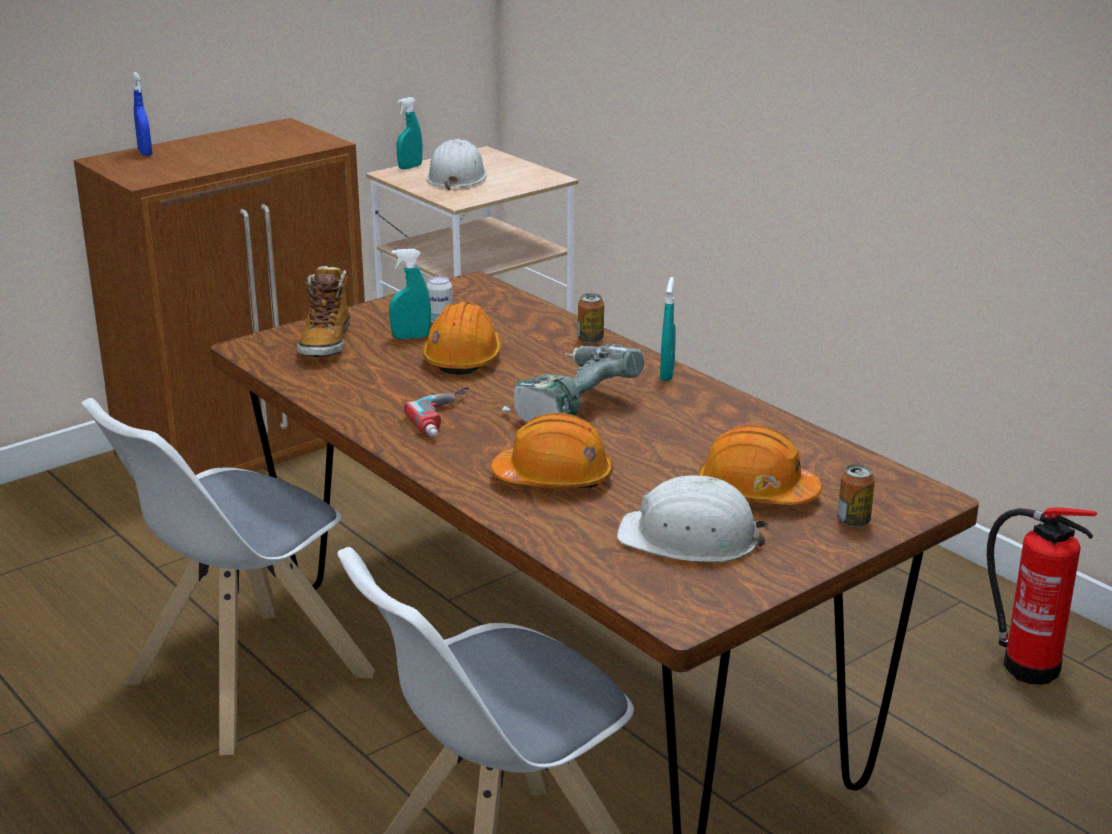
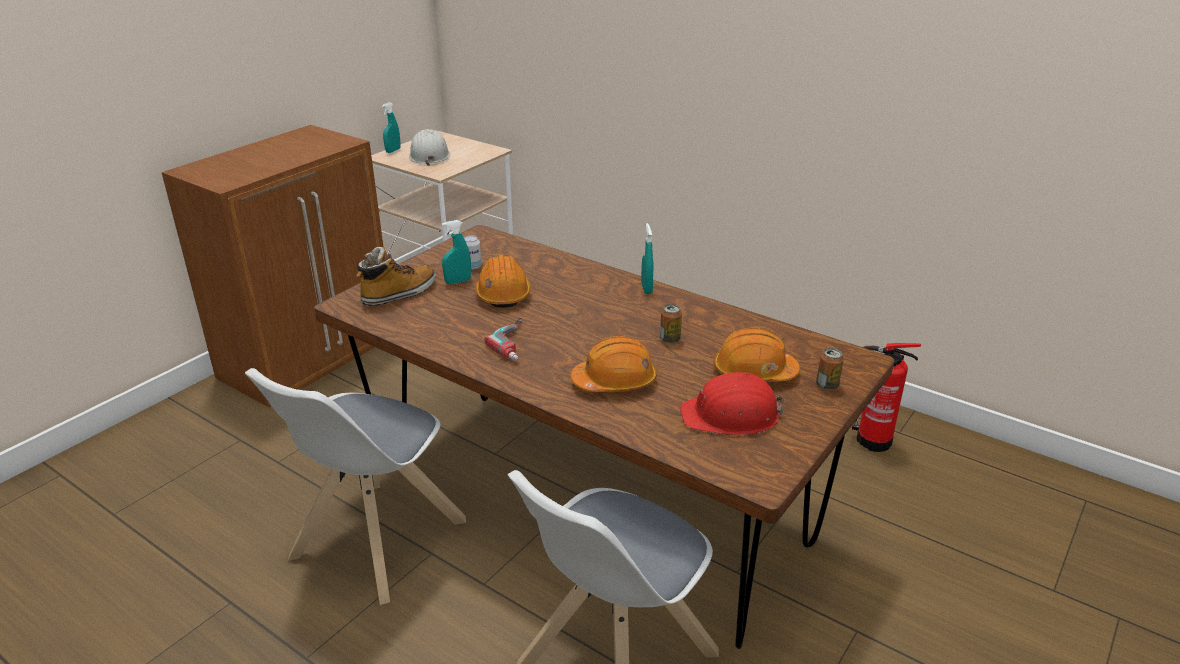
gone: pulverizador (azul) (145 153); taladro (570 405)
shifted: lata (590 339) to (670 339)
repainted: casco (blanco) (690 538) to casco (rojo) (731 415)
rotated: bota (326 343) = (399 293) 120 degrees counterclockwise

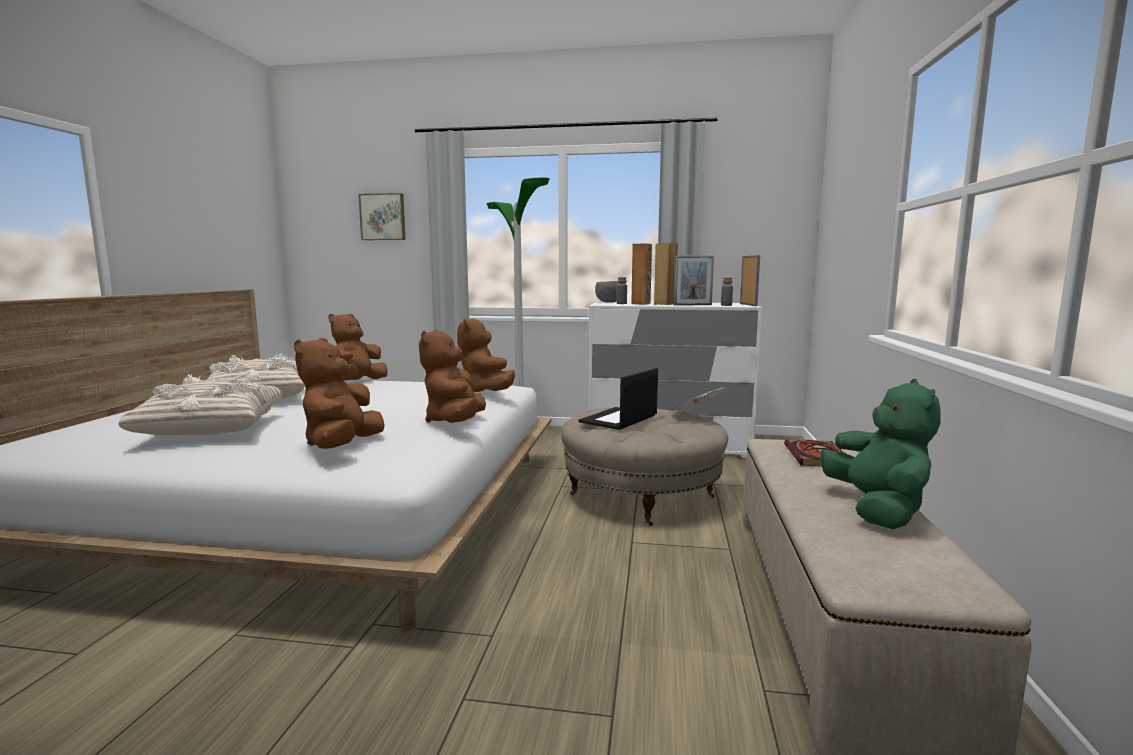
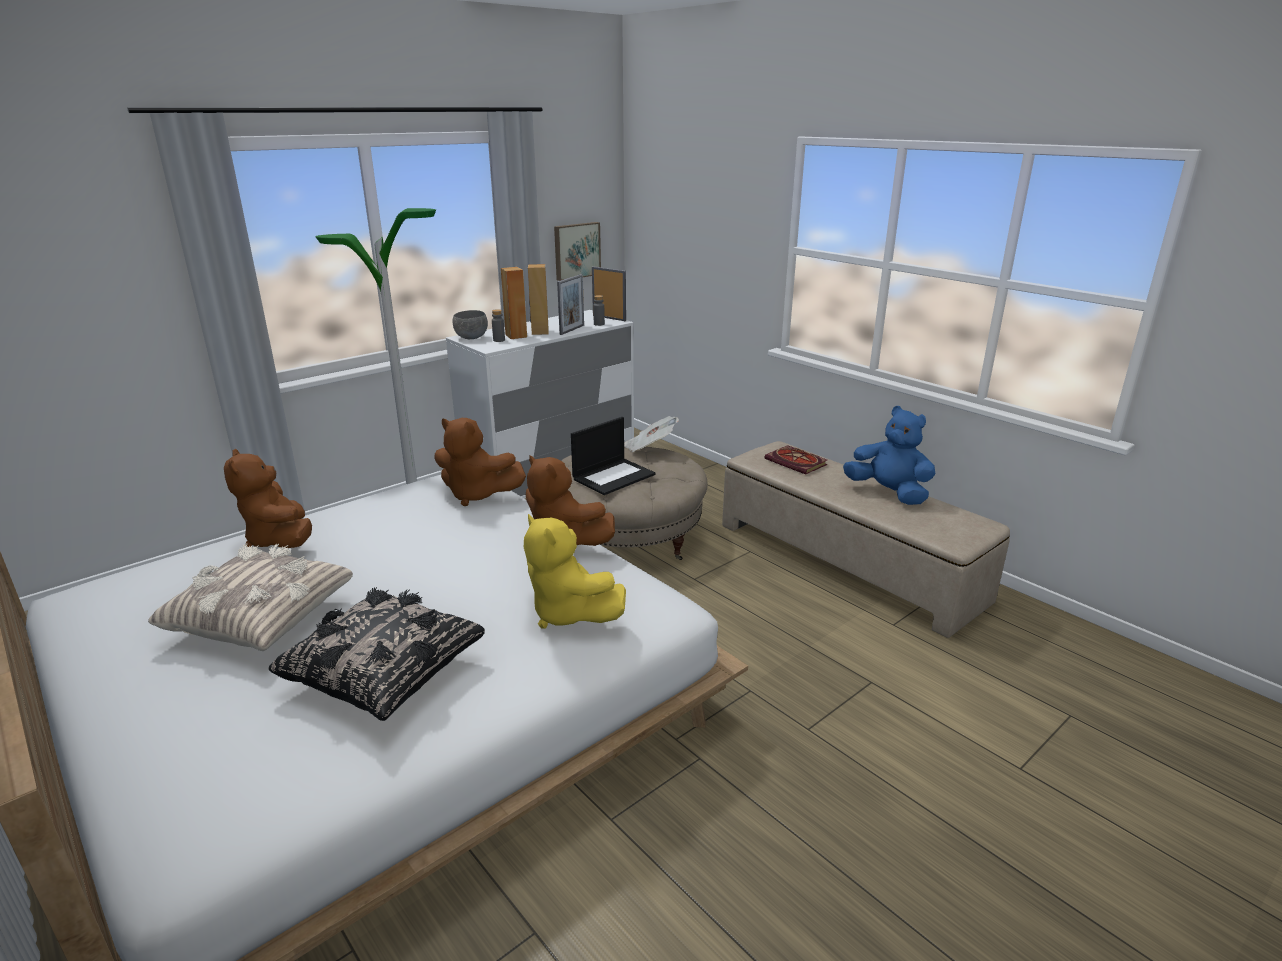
shifted: cuadro (383 217) to (576 250)
repainted: cojín (beis) (211 431) to cojín (negro) (384 675); peluche (marrón) (342 446) to peluche (amarillo) (568 613); peluche (verde) (877 510) to peluche (azul) (888 493)
rotated: portátil (619 419) = (614 476) 120 degrees counterclockwise

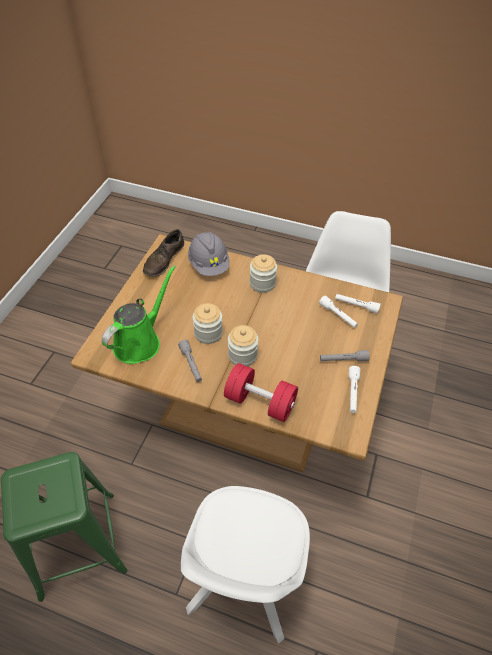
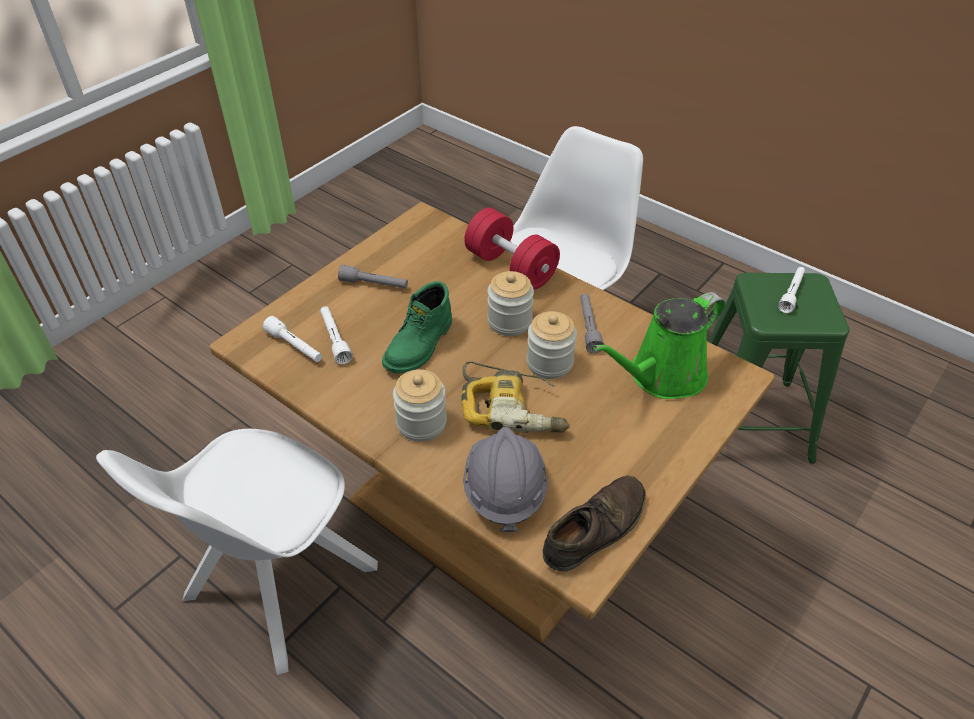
new: bota (verde) (420 346); taladro (513 407)
shifted: linterna (blanco) (352 392) to (791 293)

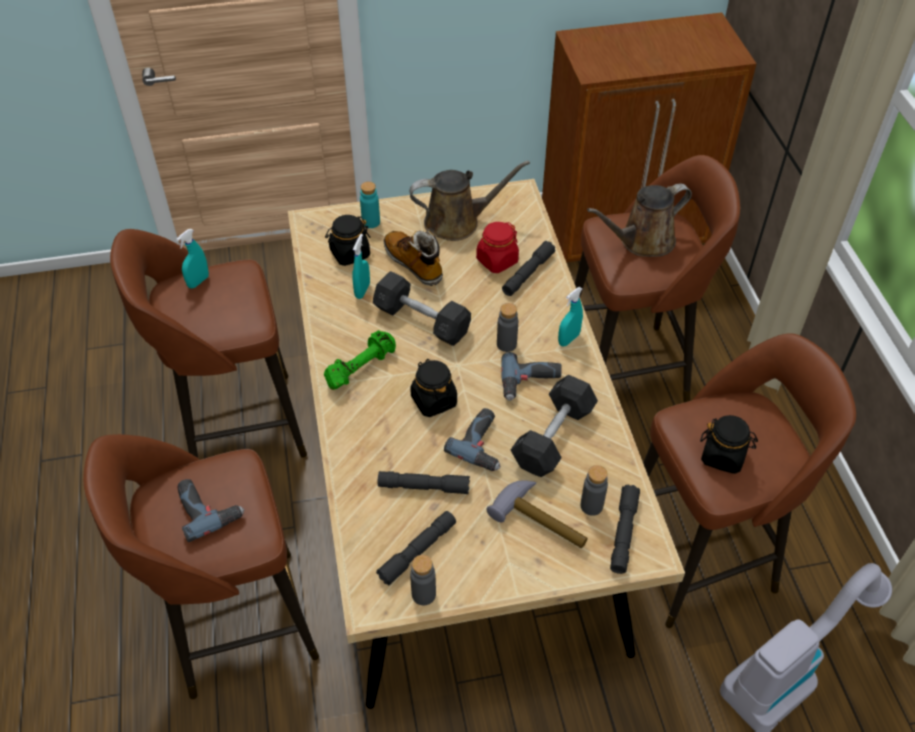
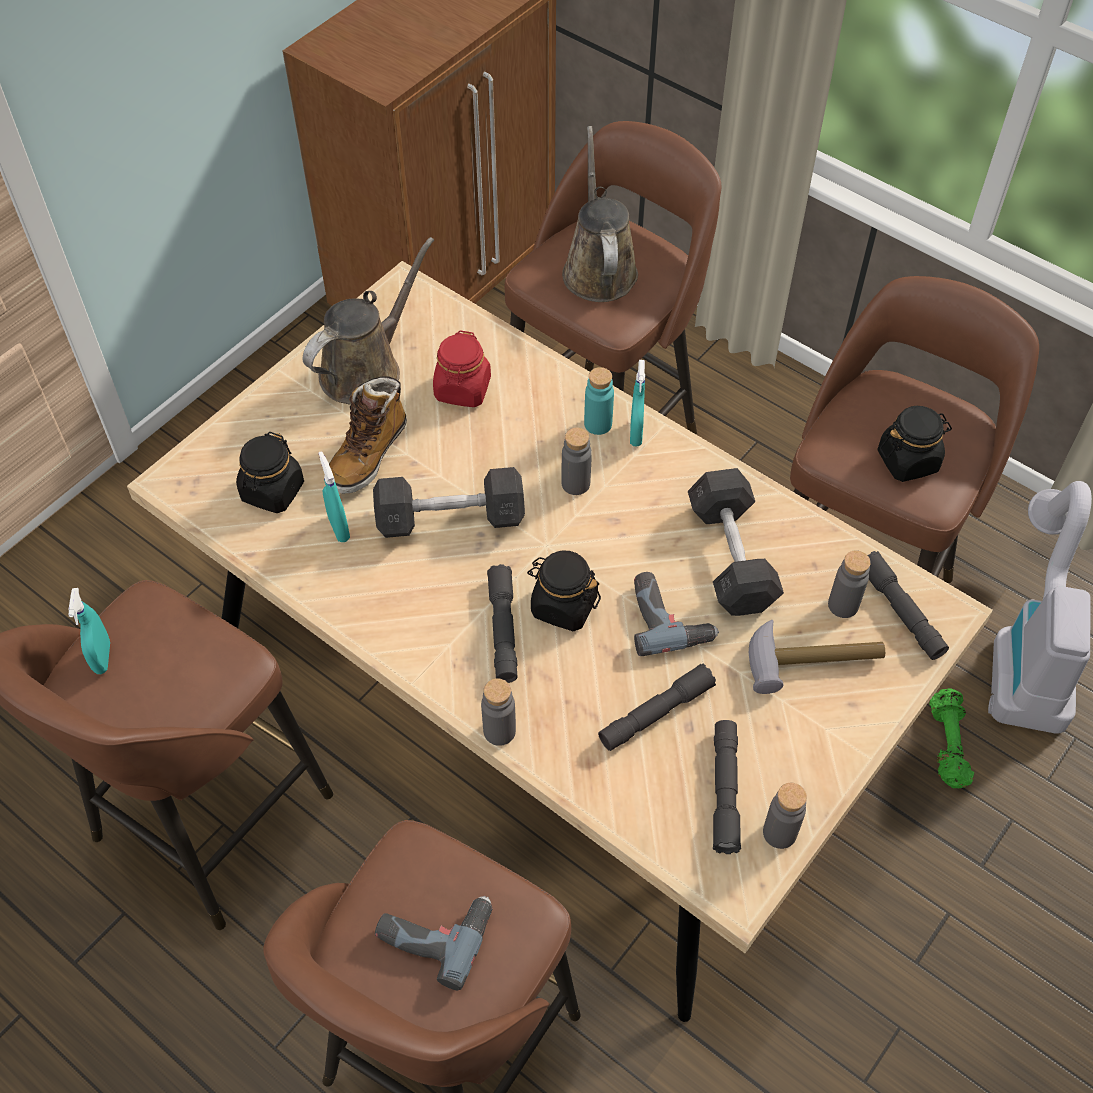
gone: taladro (530 383)
new: botella (gris) (499 731)
shifted: mancuerna (verde) (360 368) to (946 744); botella (turquesa) (371 222) to (598 424); linterna (gris) (528 274) to (503 629)
rotated: bota (414 264) = (368 454) 75 degrees counterclockwise; regadera (marrón) (642 241) = (598 268) 150 degrees clockwise

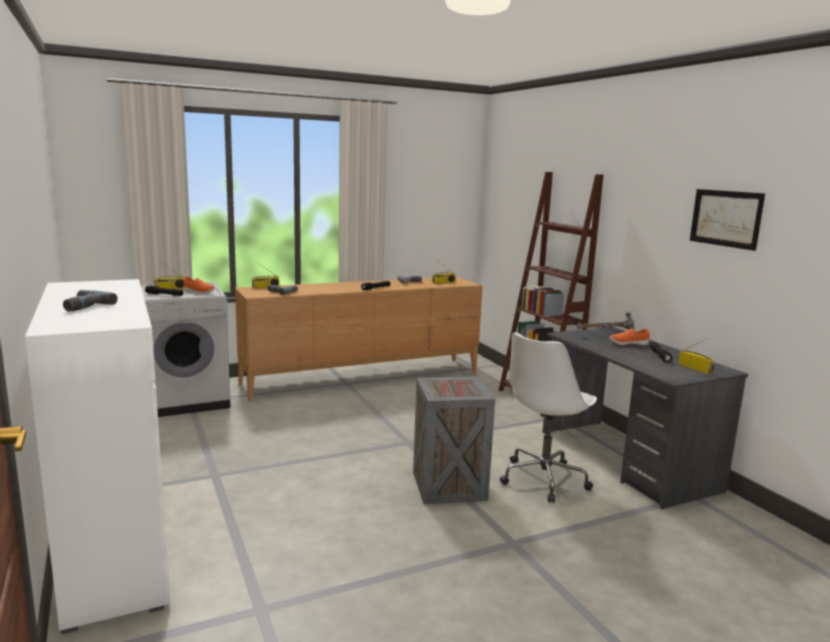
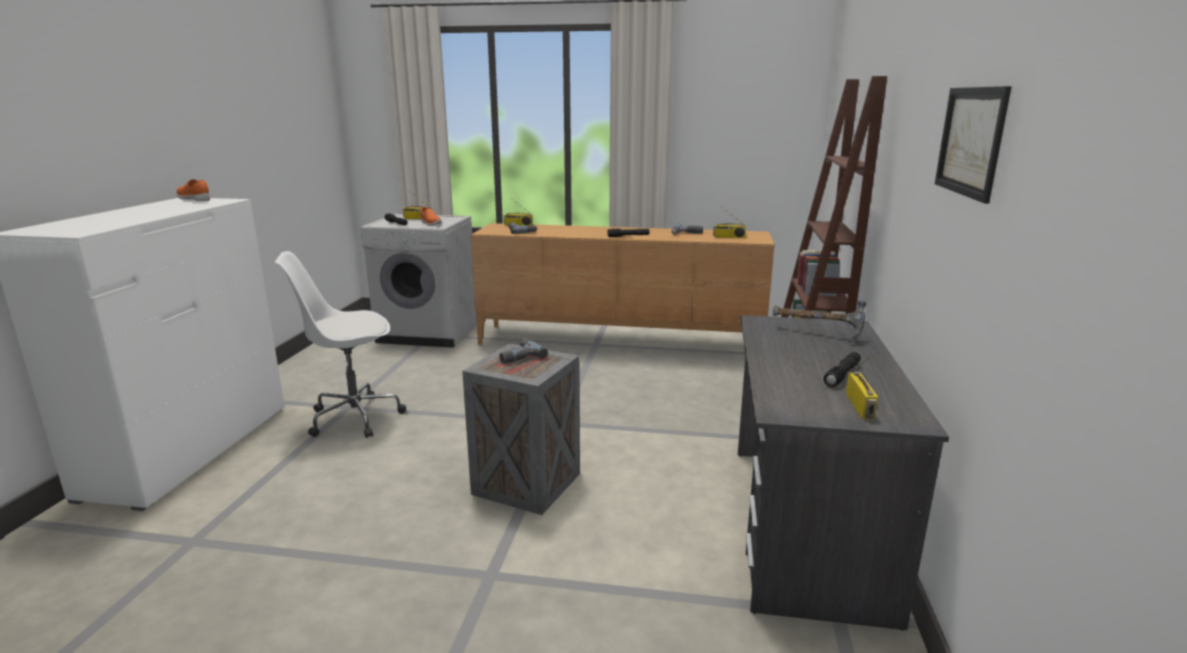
shifted: taladro (81 306) to (518 356); silla de oficina (blanco) (542 481) to (352 418); zapato (naranja) (628 344) to (195 200)

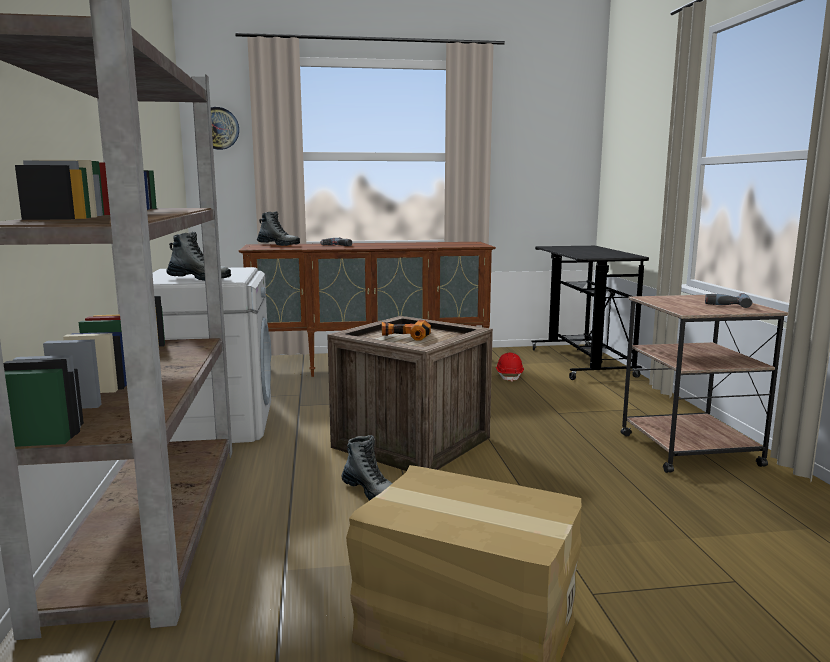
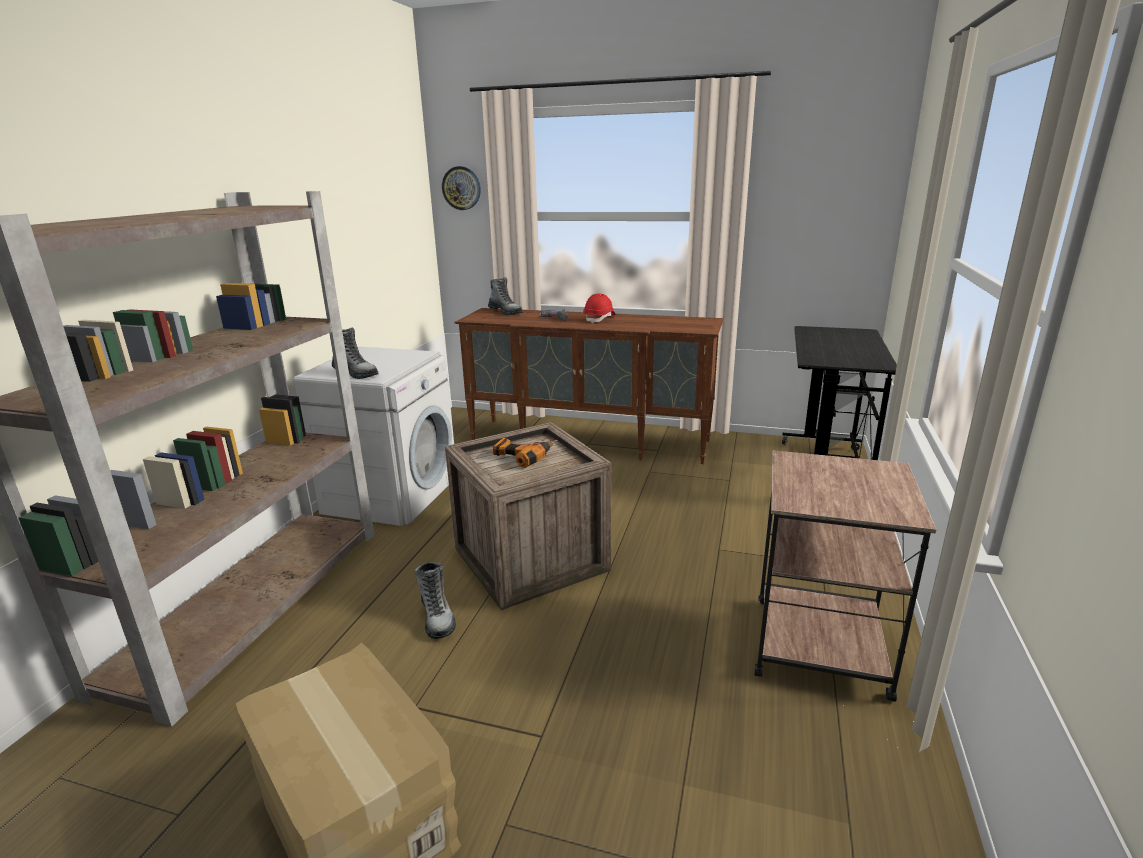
gone: taladro (727 304)
shifted: casco (rojo) (509 376) to (599 319)

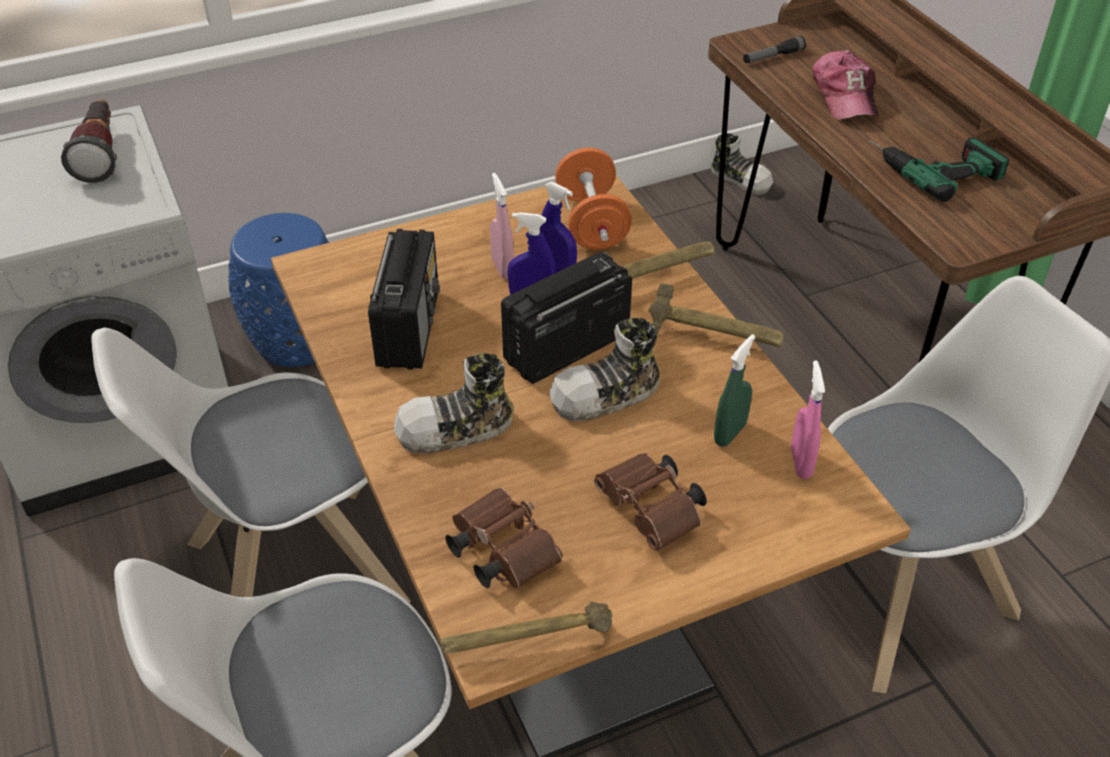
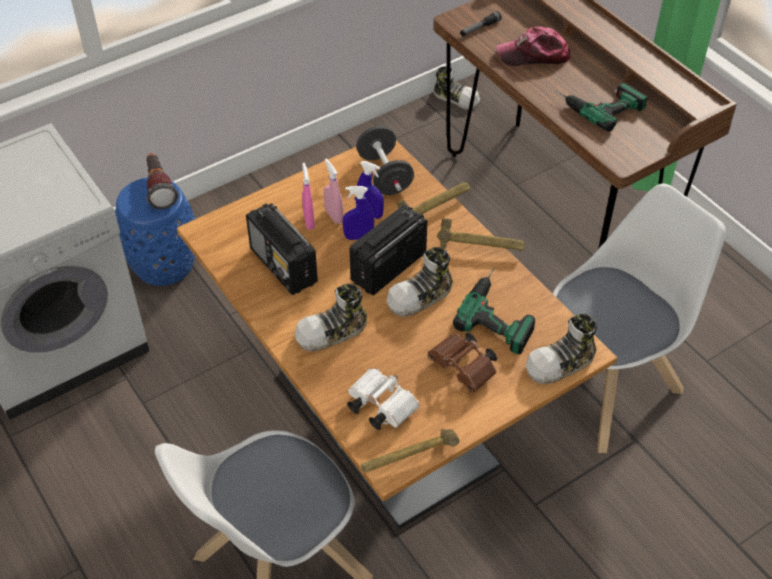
gone: silla (288 575)
new: zapato (561 363)
shifted: linterna (101 155) to (159 188); pulverizador (rosa) (800 463) to (309 221)
swapped: pulverizador (verde) (730 433) to taladro (501 312)
repainted: prismáticos (marrón) (499 551) to prismáticos (blanco) (379 406); mancuerna (naranja) (592 223) to mancuerna (negro) (384 175)
rotated: radio (409 327) = (283 266) 150 degrees clockwise; gorra (845 96) = (533 55) 105 degrees clockwise

